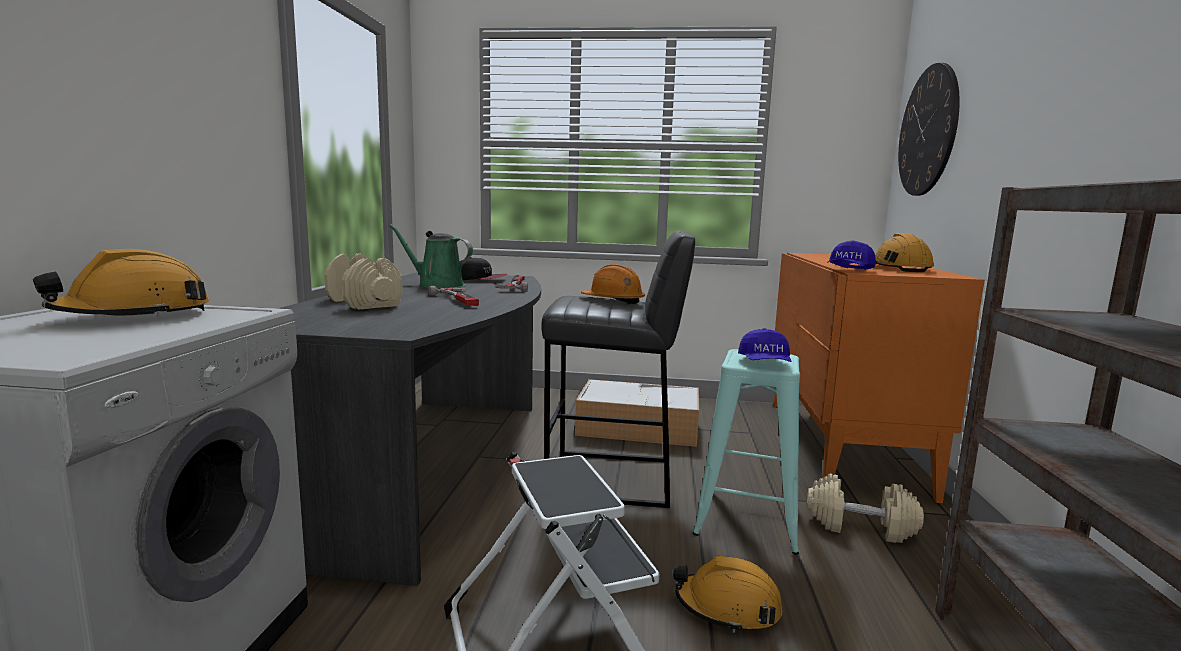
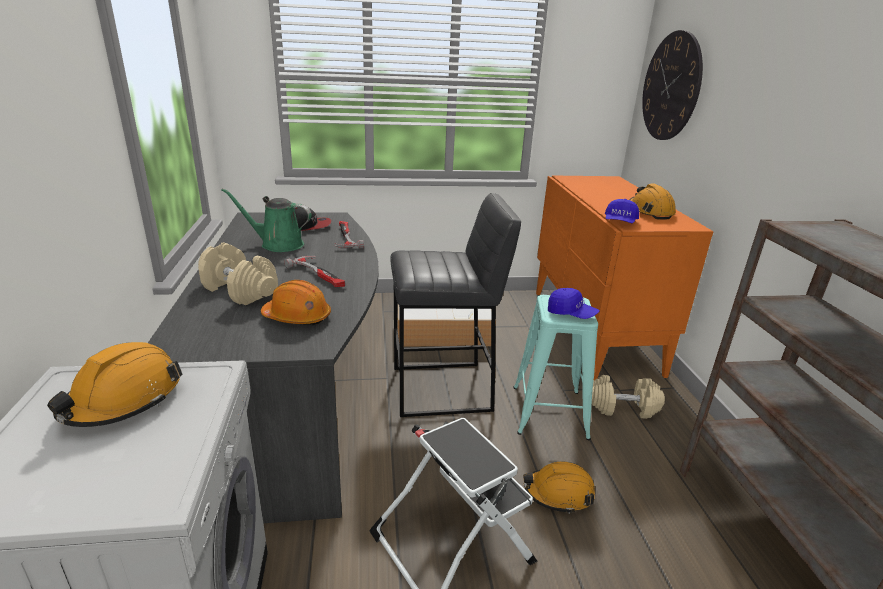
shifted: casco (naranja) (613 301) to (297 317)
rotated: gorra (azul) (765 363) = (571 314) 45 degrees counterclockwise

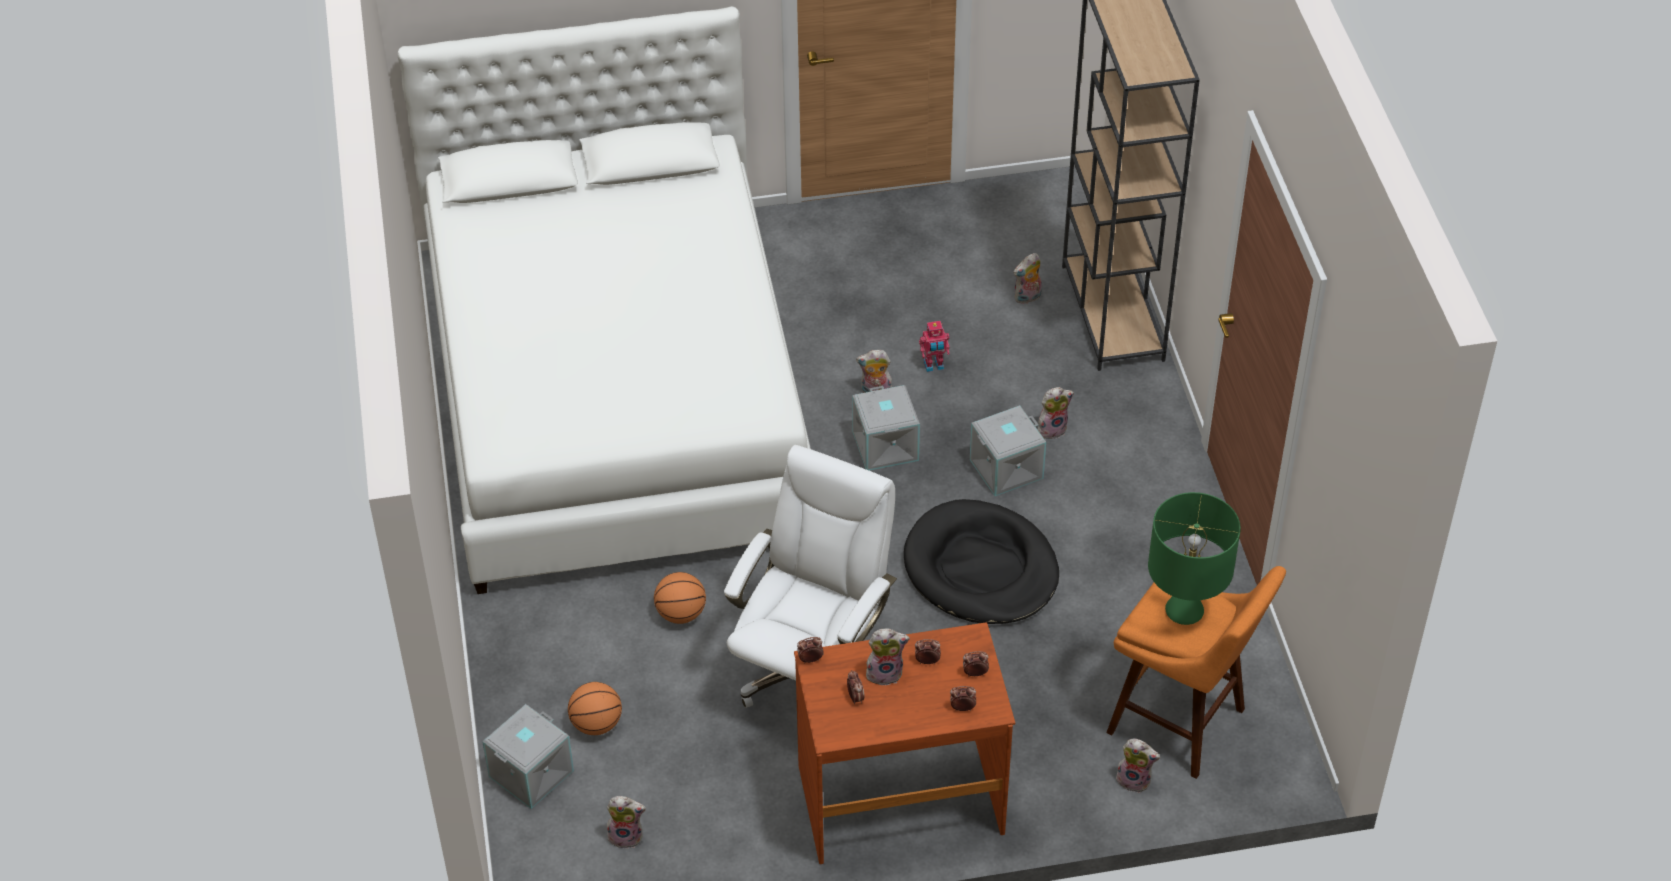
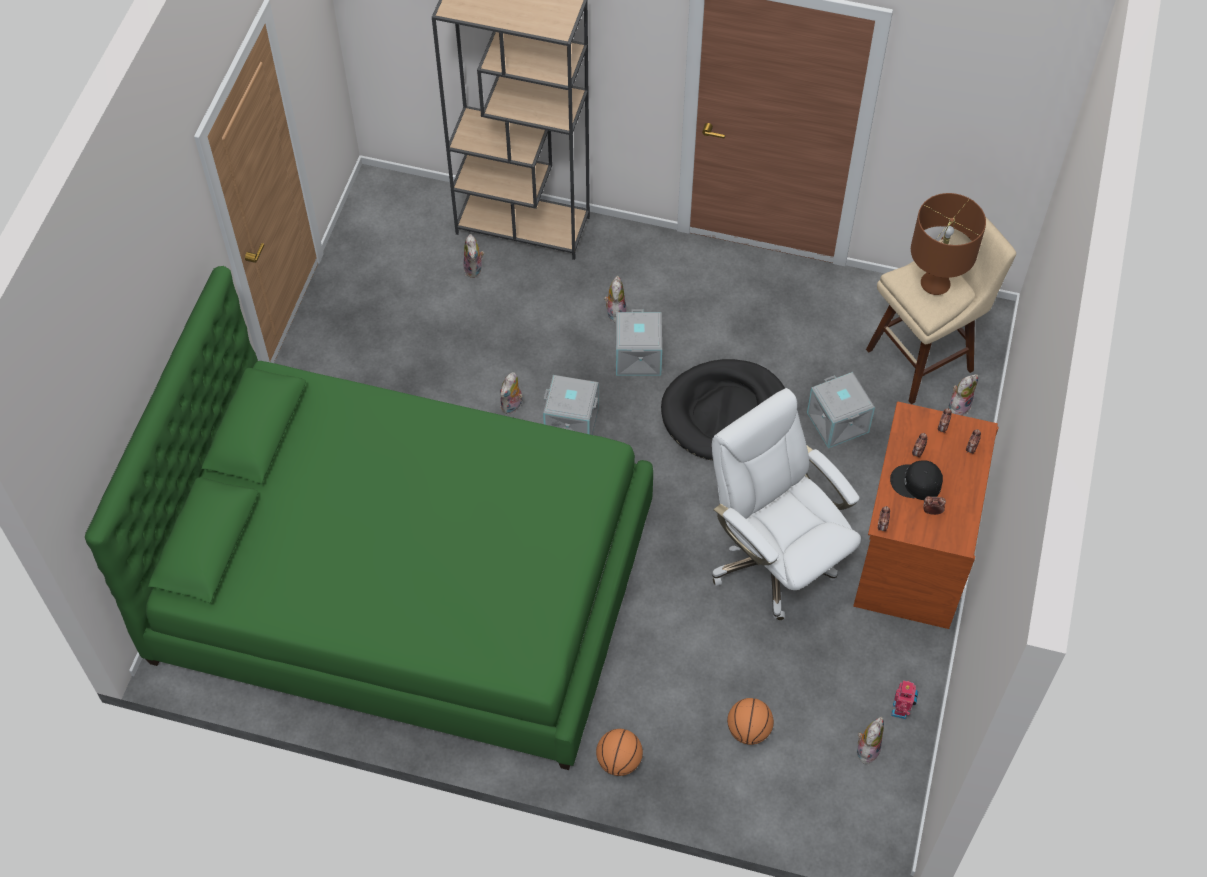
shifted: caja de almacenaje (gris) (531 774) to (839 422); balón de baloncesto (681 614) to (619 761); robot de juguete (934 366) to (901 710)
swapped: peluche (885 672) to gorra (negro) (916 483)
repainted: cama (blanco) (618 391) to cama (verde) (403 582); taburete (naranja) (1182 724) to taburete (beis) (924 357); lámpara de mesa (verde) (1184 613) to lámpara de mesa (marrón) (935 285)

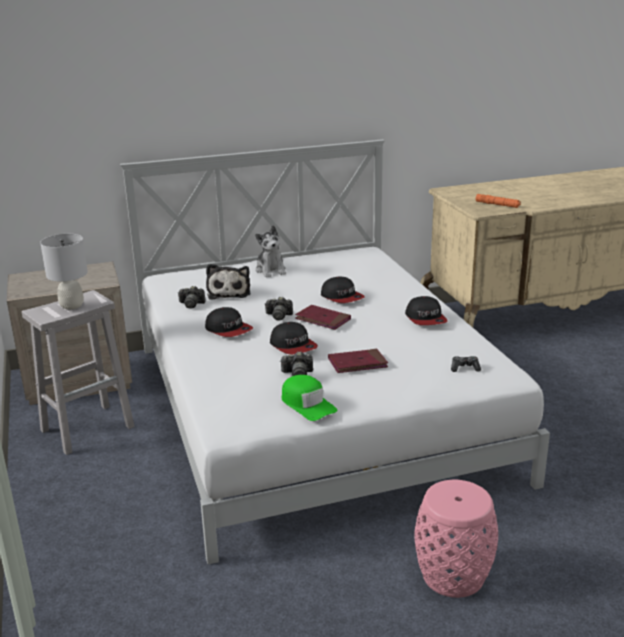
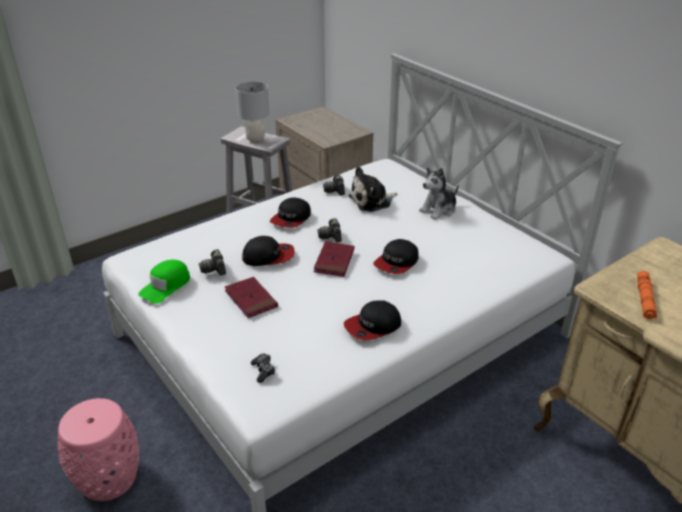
rotated: gorra (293 346) = (268 256) 135 degrees counterclockwise

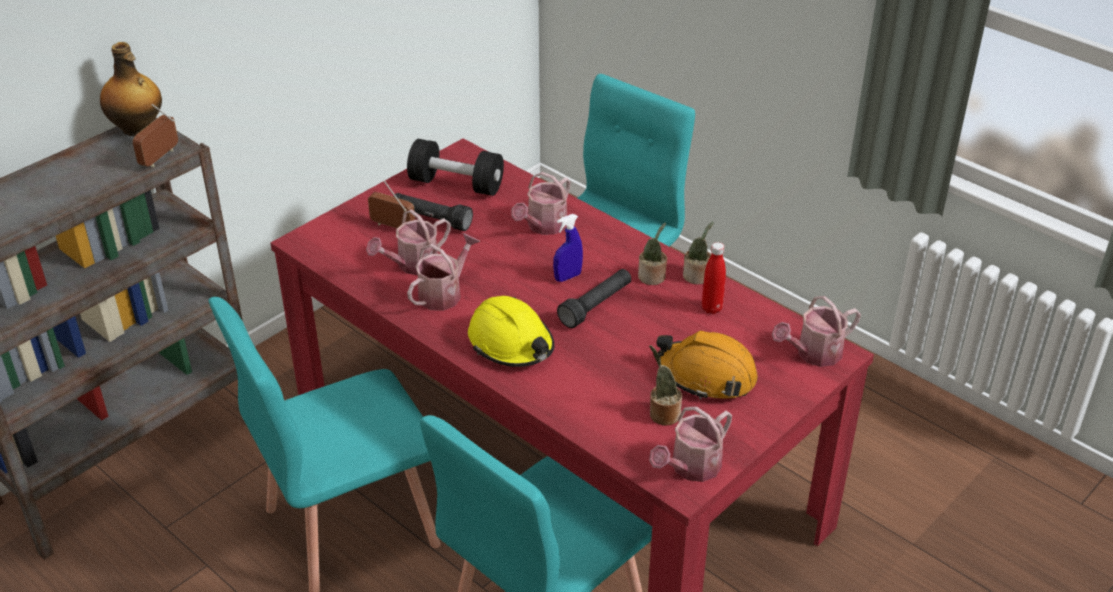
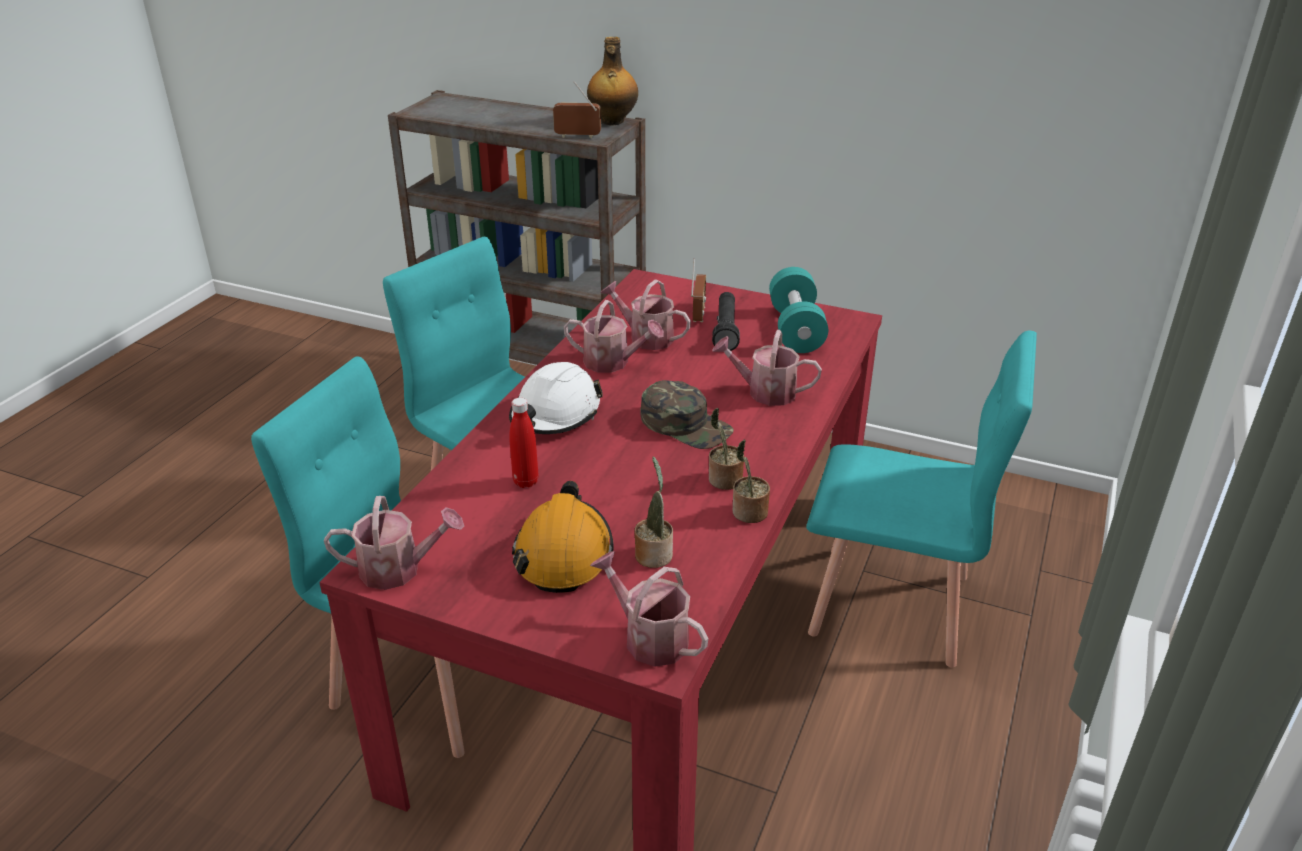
gone: linterna (negro) (596 306)
shifted: planta en maceta (662 414) to (654 553); botella (rojo) (711 308) to (526 481)
swapped: pulverizador (azul) (567 277) to gorra (verde) (686 425)
repainted: mancuerna (negro) (456 184) to mancuerna (turquesa) (796 329); casco (amarillo) (511 343) to casco (blanco) (555 414)
rotated: regadera (691 468) = (399 569) 150 degrees clockwise

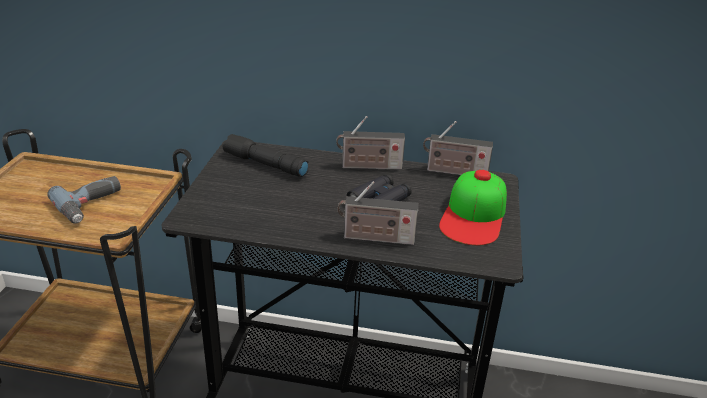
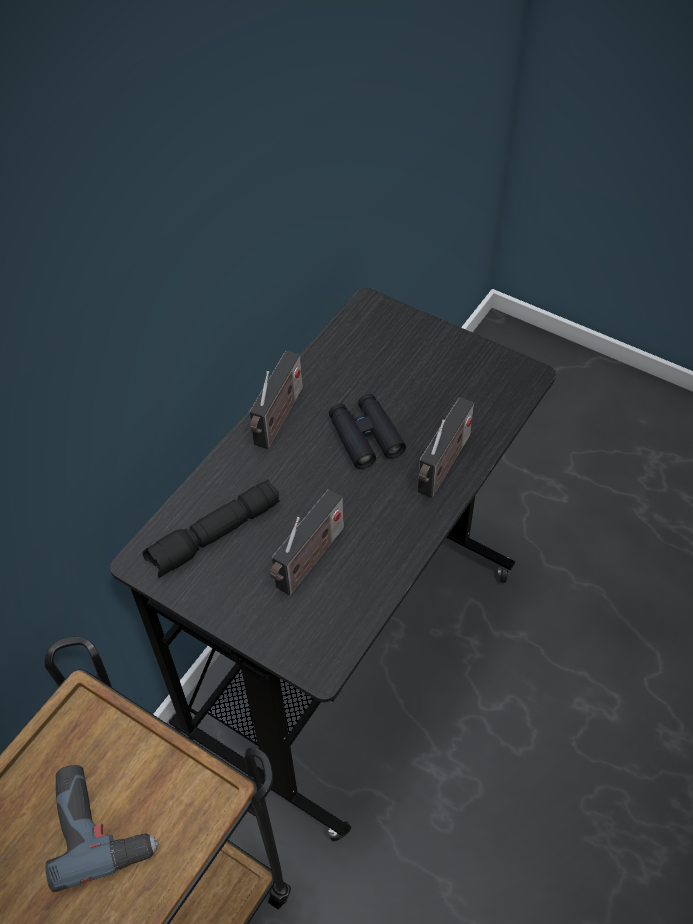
gone: gorra (474 215)
shifted: radio (453 172) to (308 561)

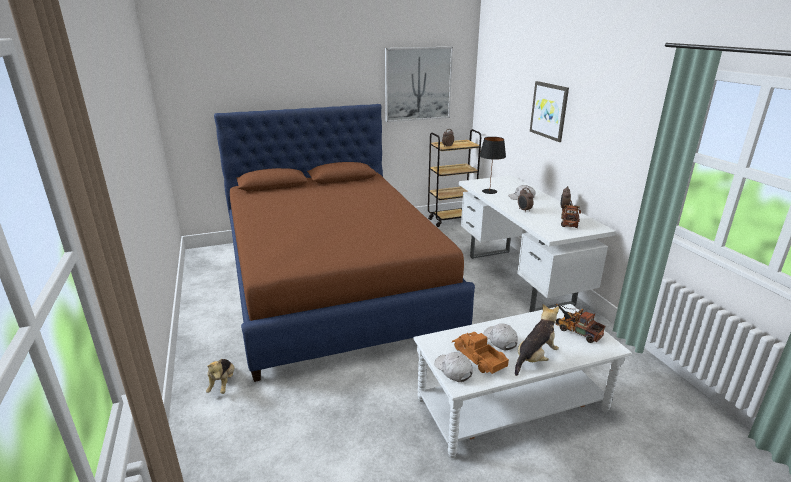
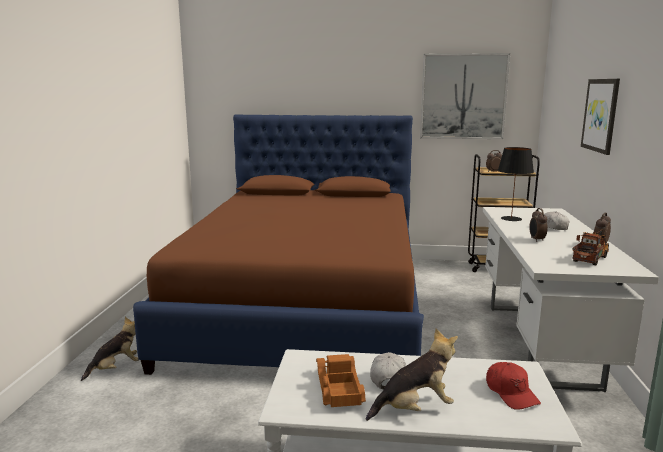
gone: gorra (blanco) (453 370)
swapped: camión de juguete (575 330) to gorra (rojo) (511 393)
rotated: peluche (222 384) = (116 368) 150 degrees counterclockwise

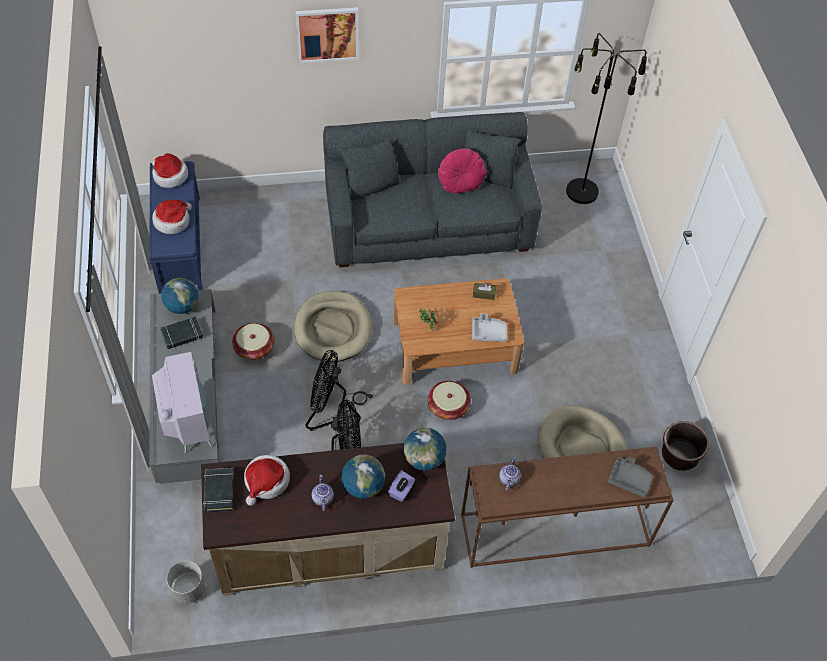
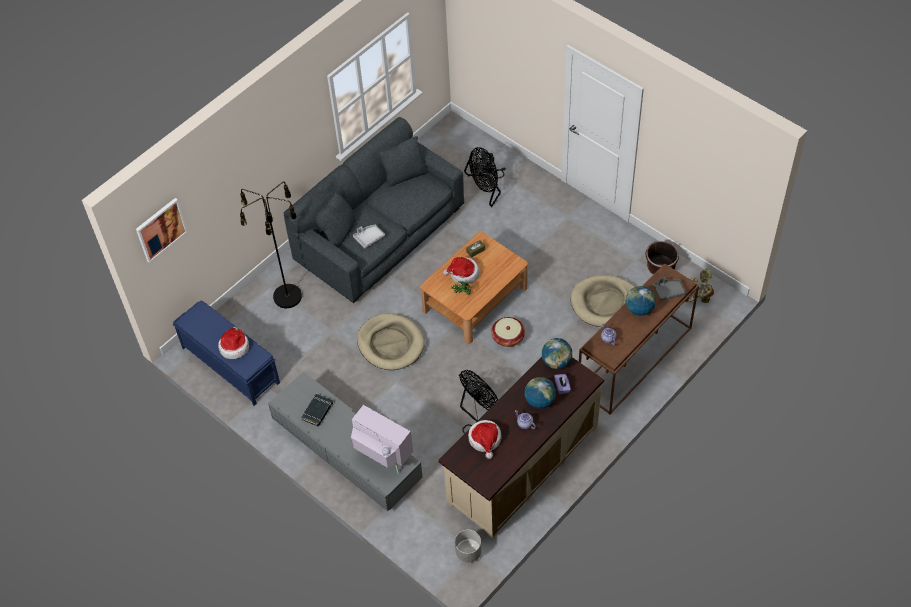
gone: libro (negro) (218 491); cesta (254 348); cojín (rosa) (460 186)
new: planta en maceta (697 296)
shifted: sombrero (170 176) to (463 274); globo terráqueo (182 306) to (639 309); cuadro (327 34) to (161 229); ventilador (negro) (333 402) to (487 186); bandeja (gris) (488 332) to (369 238); lámpara de pie (581 192) to (287 297)

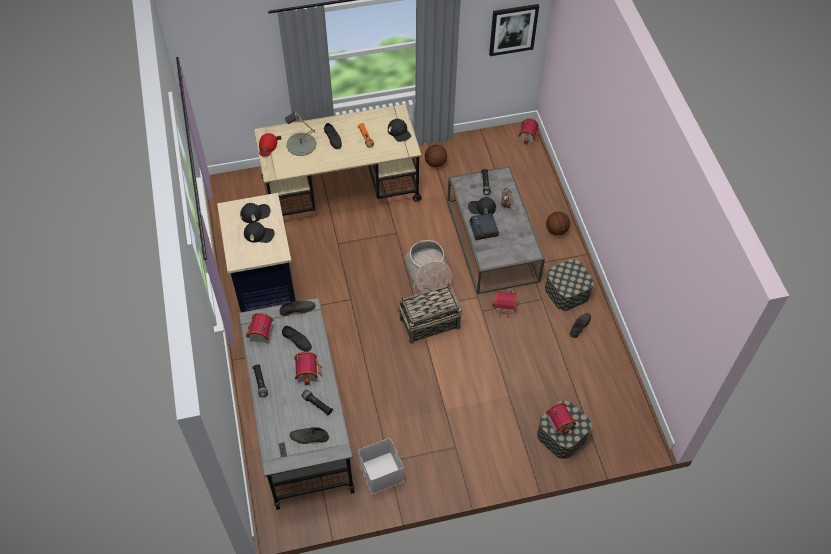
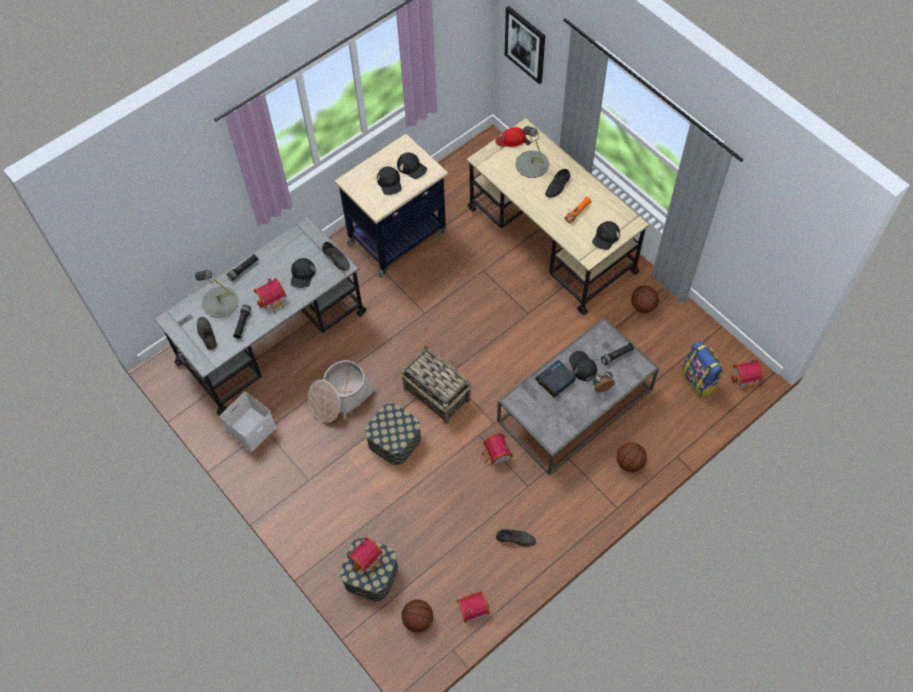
new: lámpara de mesa (gris) (220 302); balón de baloncesto (418 620); mochila (699 380)
shifted: casita (259 334) to (471 608); cesta (428 274) to (340 396); cuadro (513 29) to (525 44); caja de almacenaje (567 292) to (394 440)
swapped: zapato (negro) (297 340) to gorra (negro) (302 274)

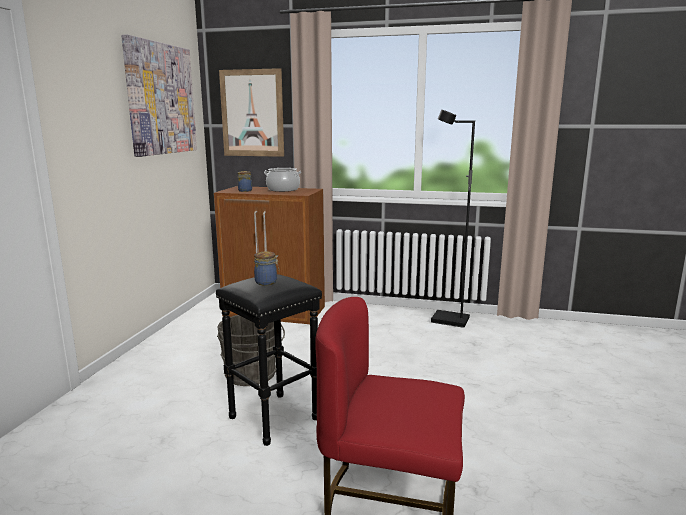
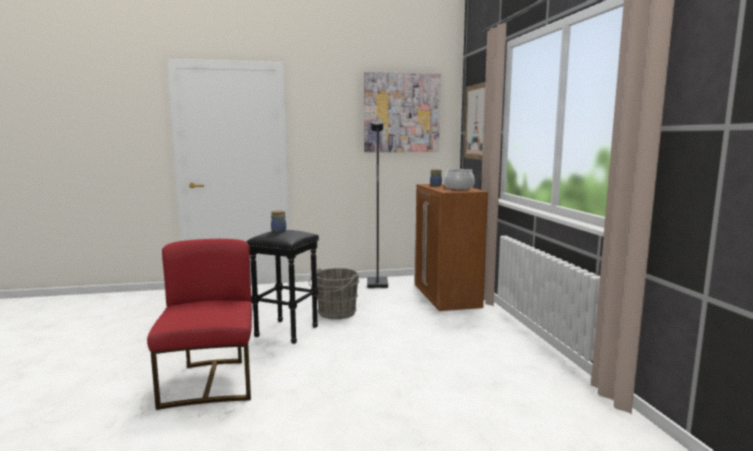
shifted: lámpara de pie (negro) (449 321) to (376 284)

